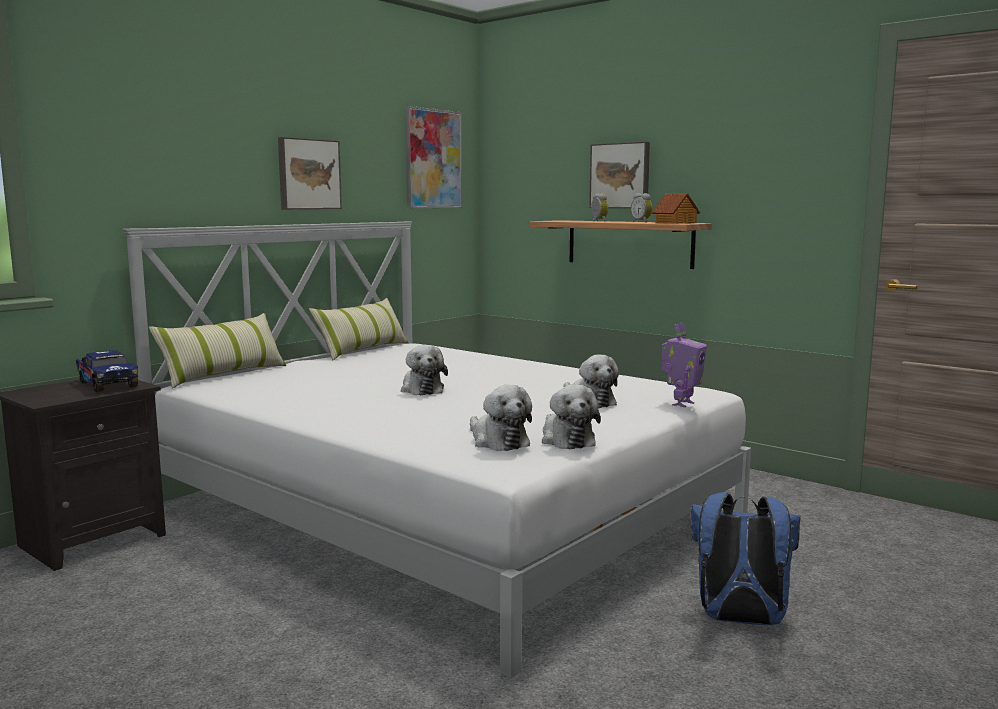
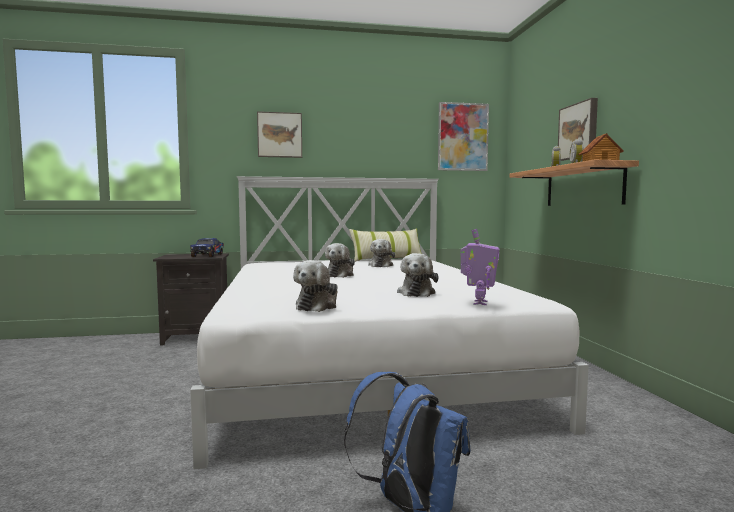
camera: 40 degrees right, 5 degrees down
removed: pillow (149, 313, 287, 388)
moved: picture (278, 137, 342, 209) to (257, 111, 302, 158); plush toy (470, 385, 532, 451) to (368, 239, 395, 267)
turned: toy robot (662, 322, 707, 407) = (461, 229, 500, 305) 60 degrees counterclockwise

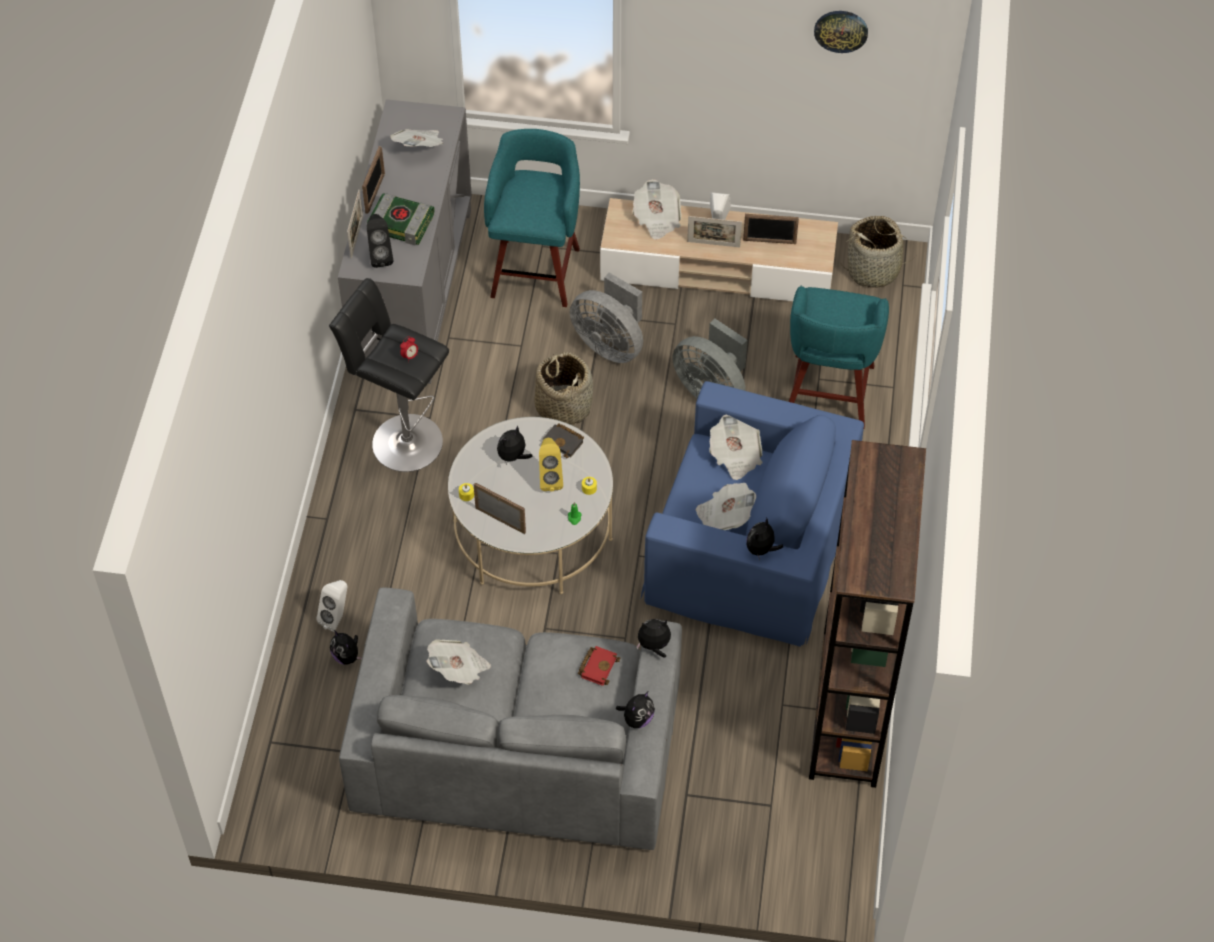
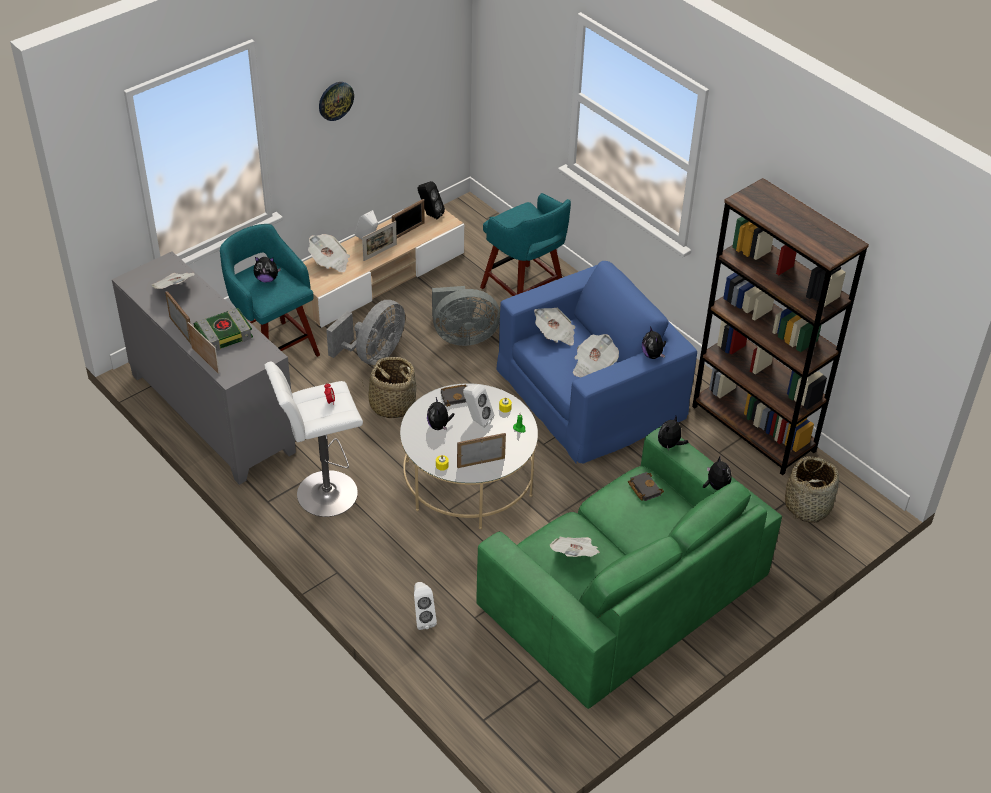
camera: 50 degrees left, 10 degrees down
moved: plush toy (330, 630, 362, 665) to (254, 257, 281, 283); wall clock (814, 11, 868, 53) to (319, 82, 354, 121); black speaker (367, 214, 393, 268) to (418, 181, 445, 220); basket (840, 216, 916, 288) to (785, 456, 839, 523)
recoloured: black stool (329, 278, 449, 472) to white stool (264, 361, 363, 517); yellow speaker (539, 438, 563, 491) to white speaker (463, 384, 494, 428); grey sofa (339, 588, 682, 850) to green sofa (476, 426, 782, 709); red book (578, 646, 621, 686) to black book (628, 472, 664, 501)
turned: grey fan (570, 273, 643, 363) = (326, 300, 405, 365) 45 degrees counterclockwise

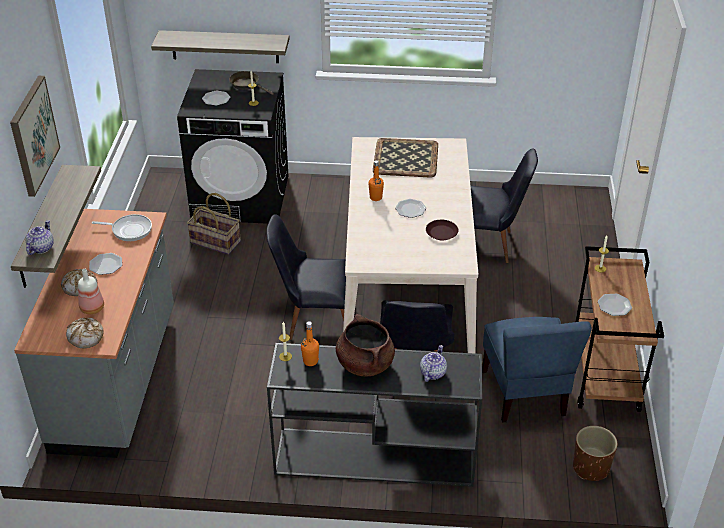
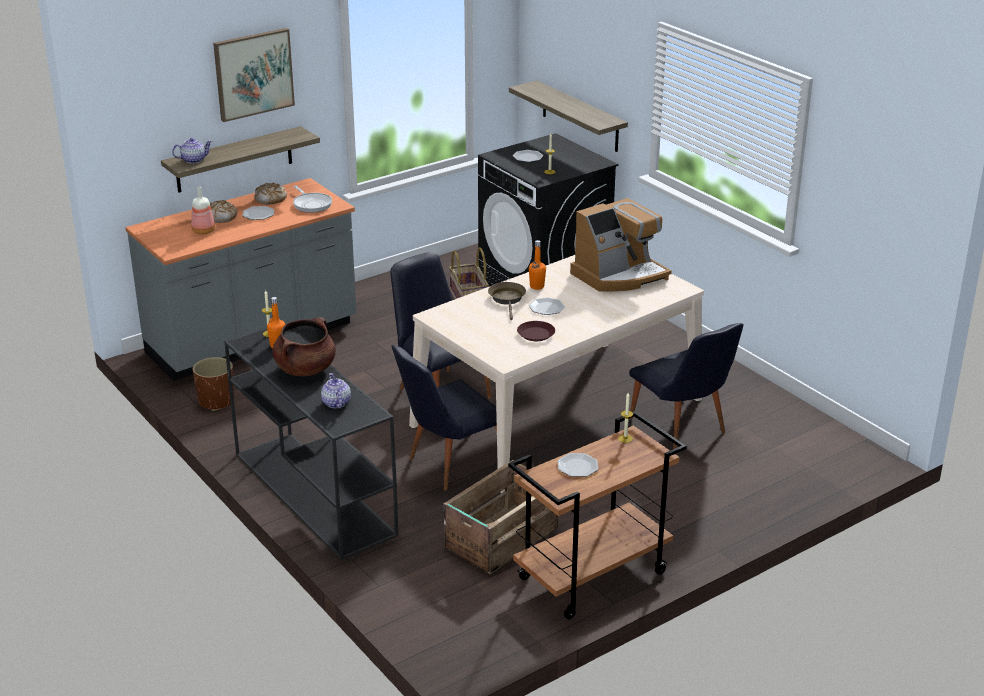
camera: 50 degrees right, 10 degrees down
moved: brown planter (573, 426, 617, 481) to (193, 357, 235, 411); bread (66, 318, 104, 348) to (255, 183, 287, 204); brown frying pan (229, 71, 274, 95) to (488, 282, 526, 320)
replaced: blue chair (482, 317, 592, 422) to crate (444, 460, 558, 574); tray (373, 138, 438, 177) to coffee machine (570, 198, 672, 292)
turned: teapot (420, 345, 447, 382) = (321, 373, 351, 408) 90 degrees counterclockwise

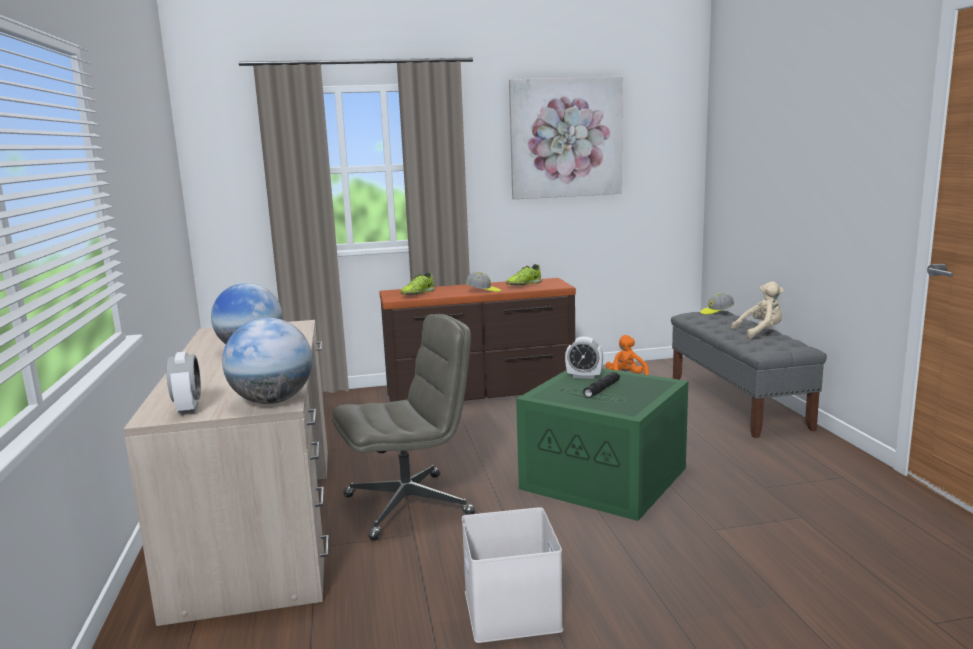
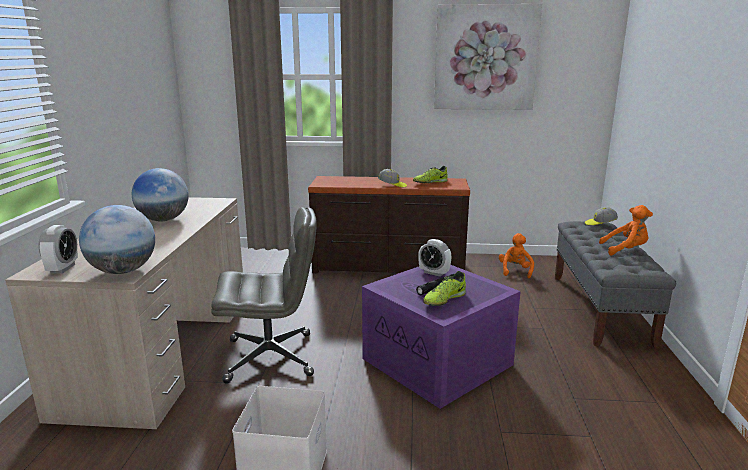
camera: 15 degrees right, 5 degrees up
moved: shoe (401, 272, 434, 295) to (423, 271, 466, 306)
recoloured: green storage box (516, 368, 688, 521) to purple storage box (362, 265, 521, 409); beige plush toy (731, 282, 784, 339) to orange plush toy (599, 205, 653, 255)

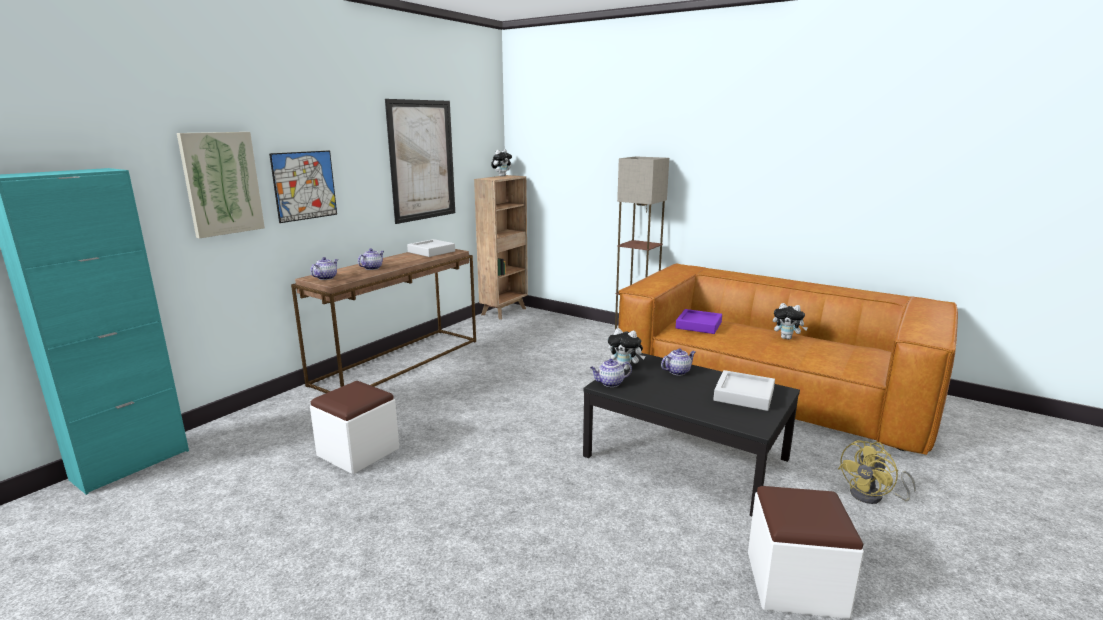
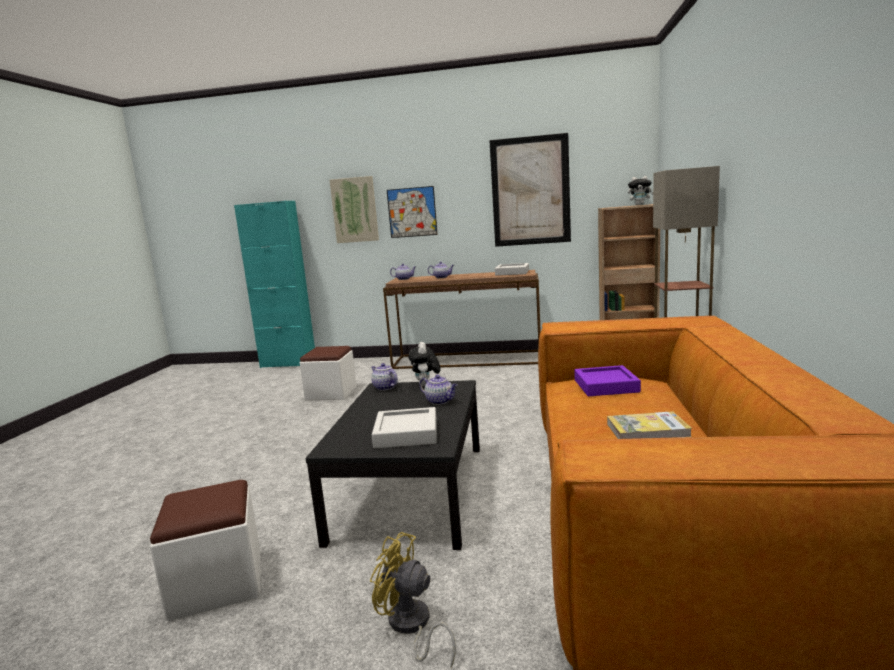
camera: 65 degrees right, 5 degrees down
replaced: plush toy (773, 303, 808, 340) to book (607, 411, 692, 439)

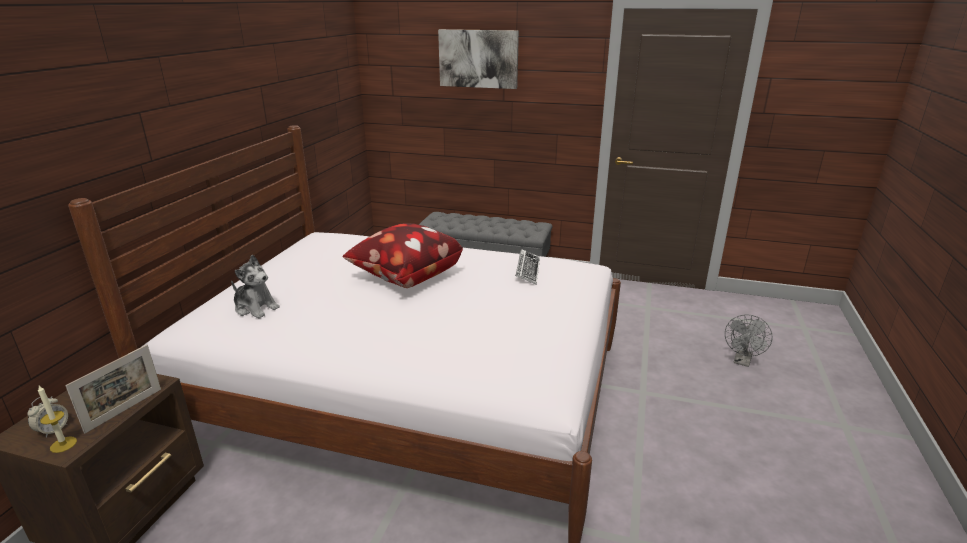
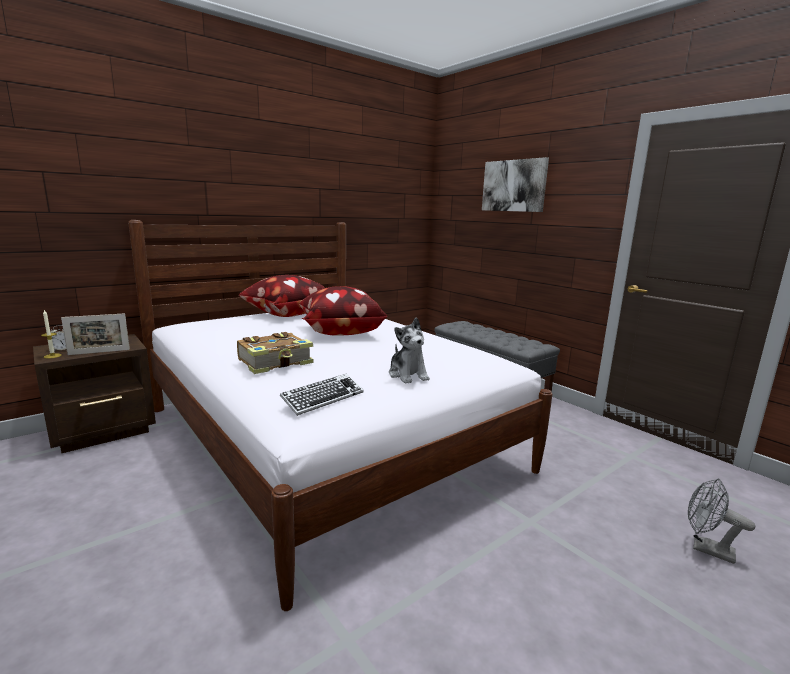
camera: 35 degrees right, 10 degrees down
added: book (237, 332, 313, 374); pillow (239, 275, 325, 317)
moved: keyboard (515, 249, 540, 285) to (280, 373, 364, 416); plush toy (231, 255, 280, 318) to (389, 317, 430, 384)
turned: grey fan (725, 315, 773, 367) = (688, 479, 755, 564) 60 degrees clockwise

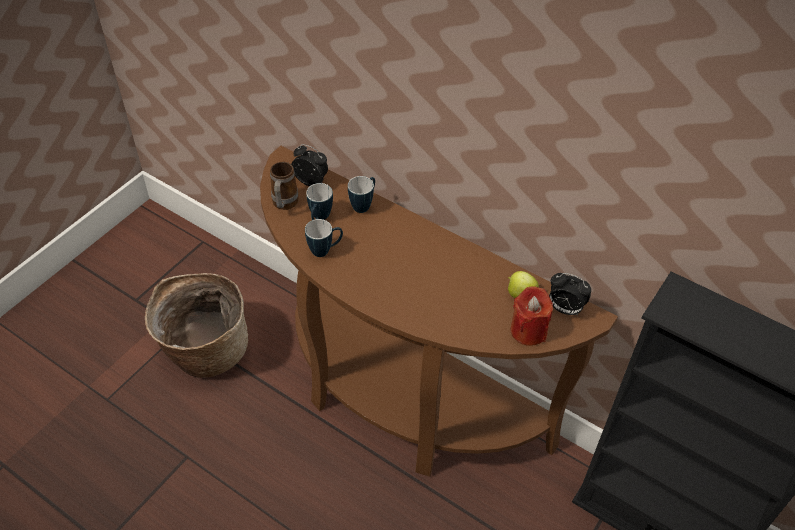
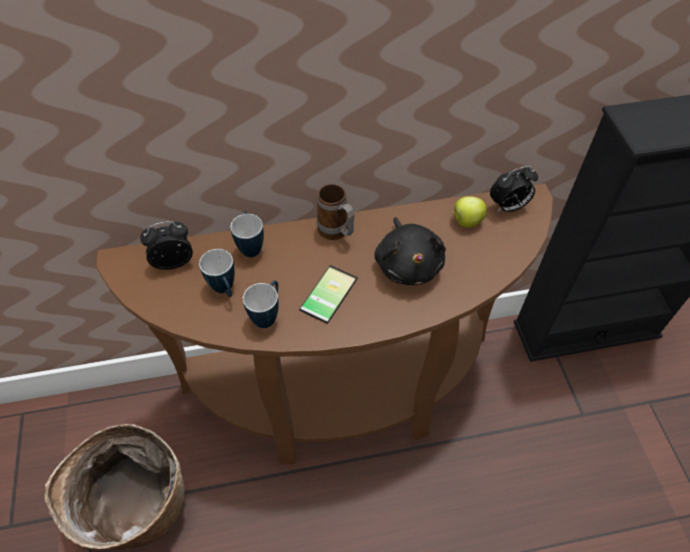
camera: 45 degrees left, 5 degrees up
removed: red candle (511, 286, 553, 346)
added: phone (299, 265, 358, 324); black plush toy (374, 217, 446, 285)
moved: mug (270, 162, 299, 210) to (317, 184, 355, 240)

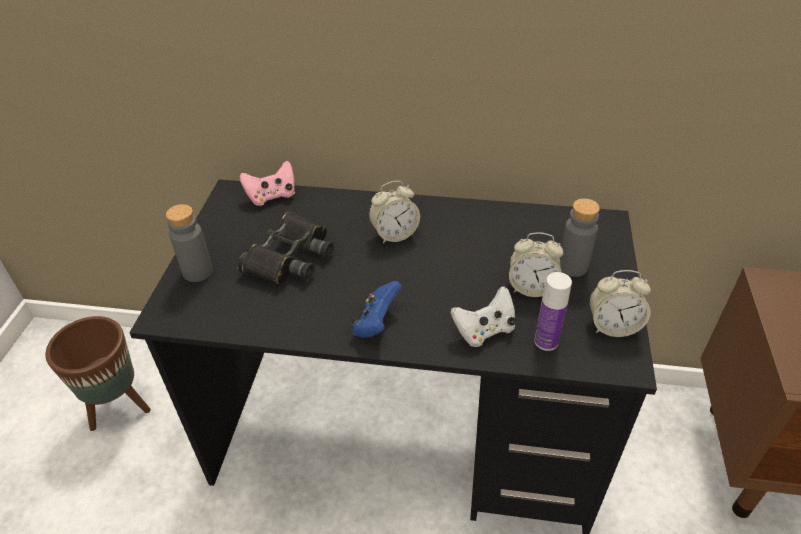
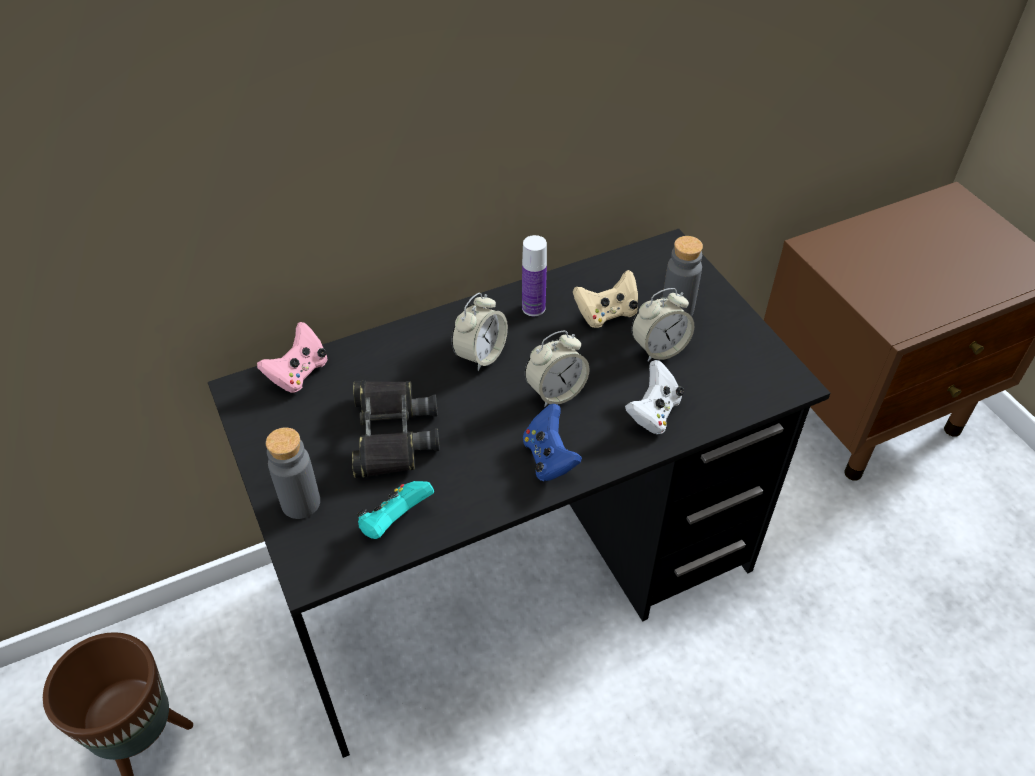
camera: 35 degrees left, 5 degrees up
added: turquoise game controller (357, 481, 434, 539); beige game controller (573, 270, 638, 328)
moved: bottle (534, 272, 572, 351) to (522, 235, 547, 316); alarm clock (589, 270, 651, 337) to (525, 330, 590, 407)

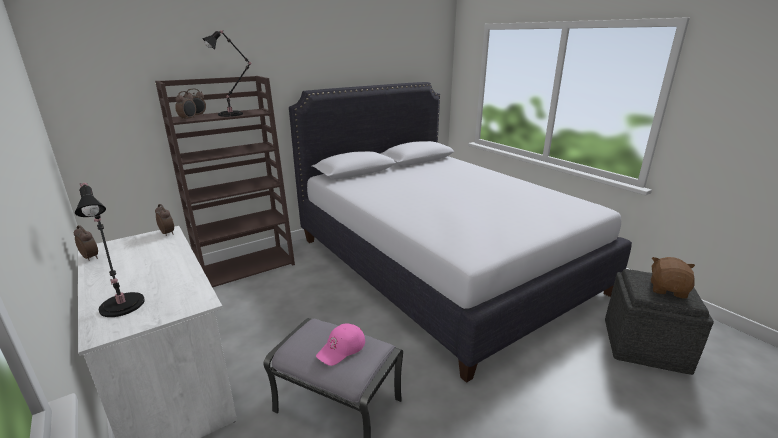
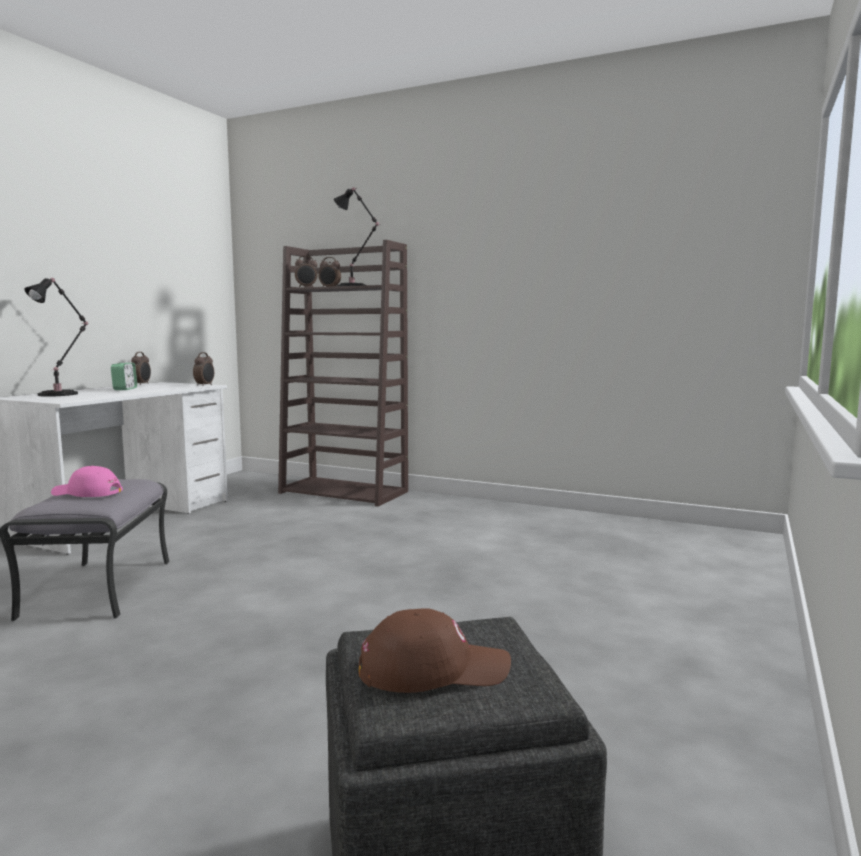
camera: 60 degrees right, 15 degrees down
removed: white bed (289, 82, 632, 383)
added: alarm clock (111, 363, 137, 390)
replaced: brown plush toy (651, 257, 695, 298) to brown cap (359, 608, 511, 693)

